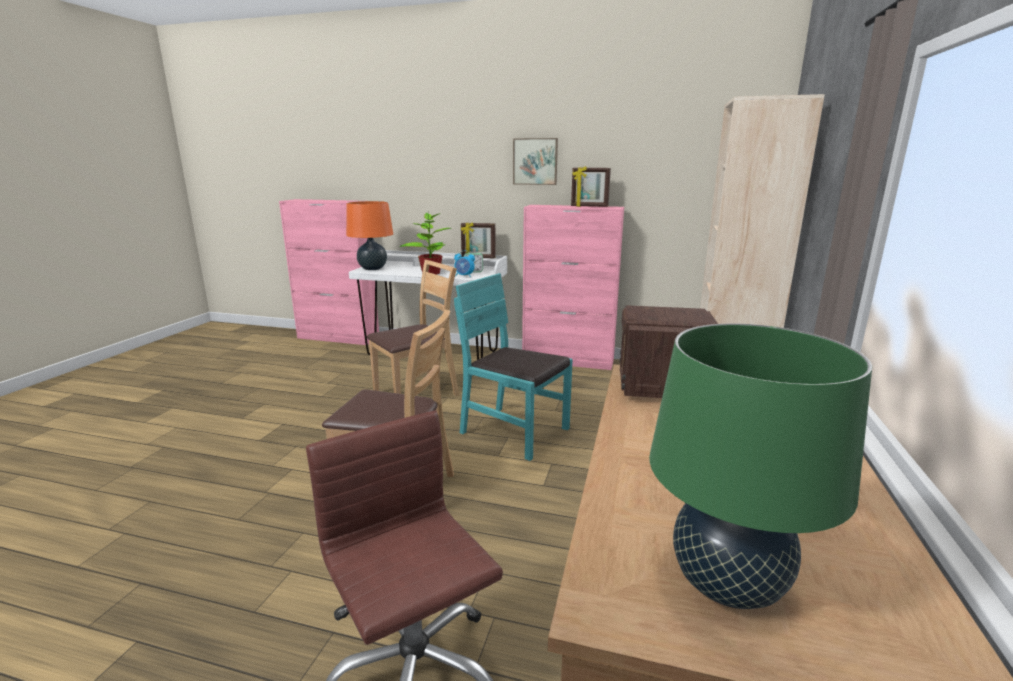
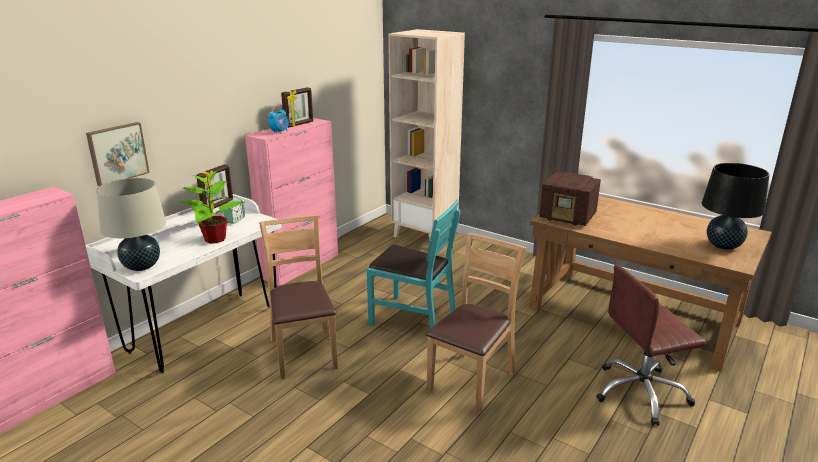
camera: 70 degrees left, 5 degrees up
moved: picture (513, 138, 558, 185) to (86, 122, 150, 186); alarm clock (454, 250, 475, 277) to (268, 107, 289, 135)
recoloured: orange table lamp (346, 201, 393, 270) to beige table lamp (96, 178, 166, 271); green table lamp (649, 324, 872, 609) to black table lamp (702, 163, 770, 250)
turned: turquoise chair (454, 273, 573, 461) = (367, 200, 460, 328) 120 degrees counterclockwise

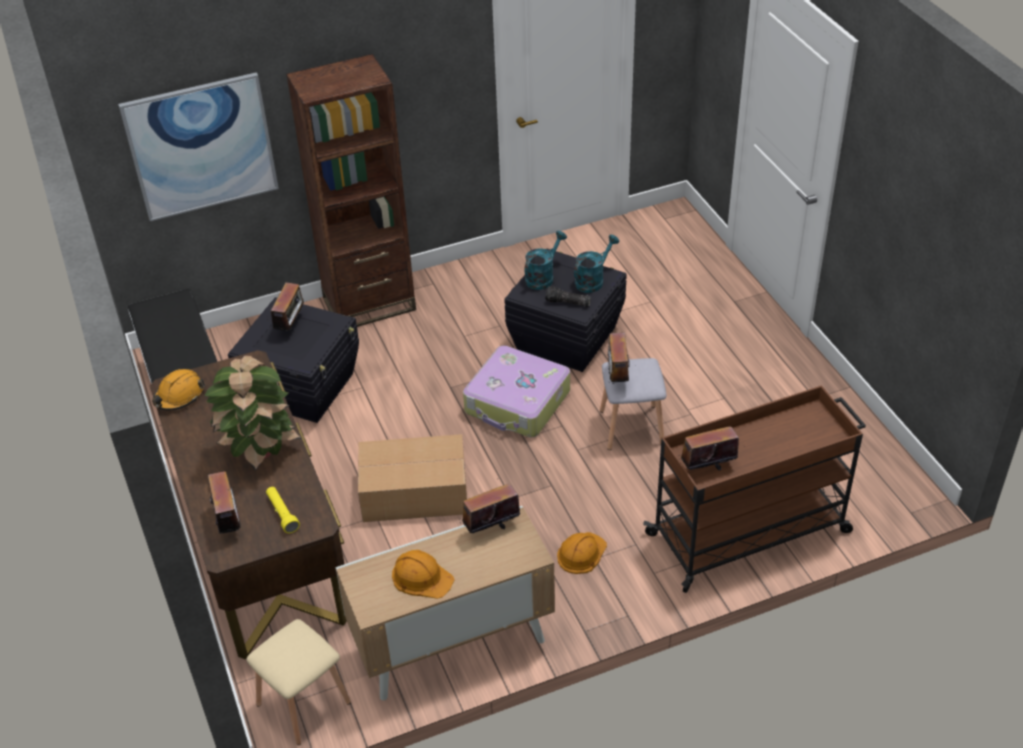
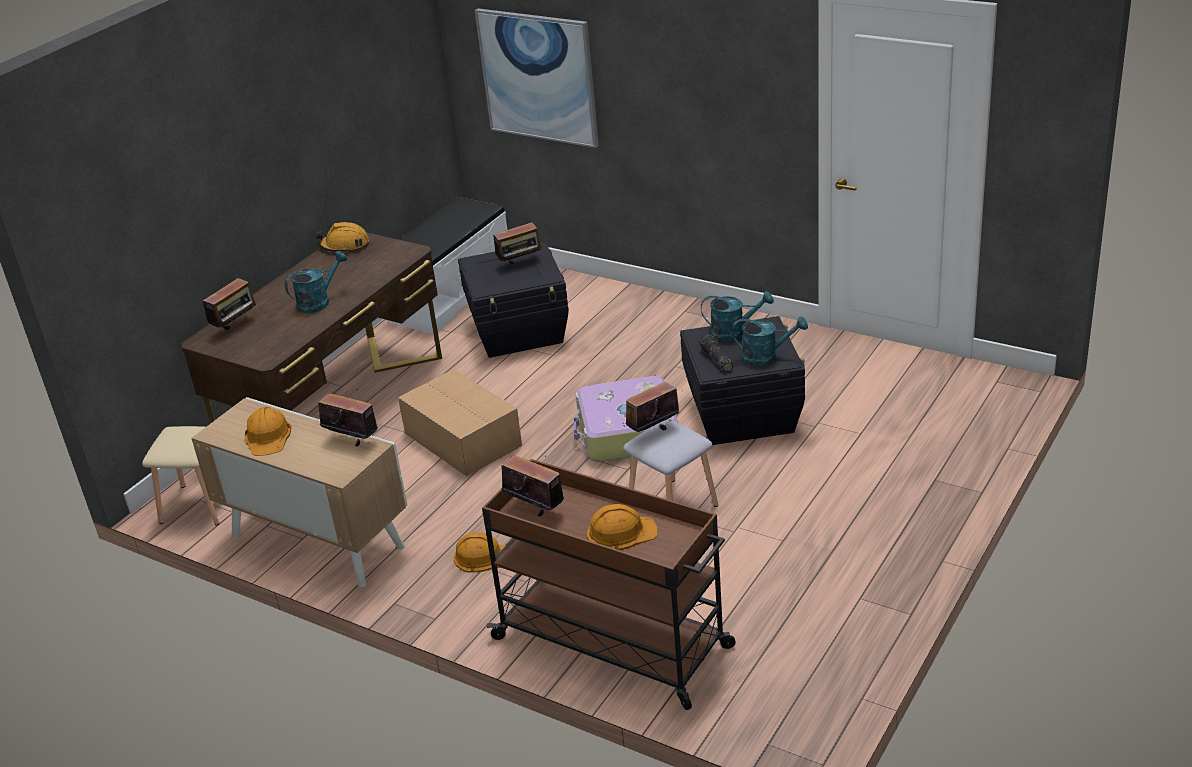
camera: 55 degrees right, 10 degrees down
removed: yellow flashlight (266, 487, 300, 533); brown bookcase (286, 54, 416, 327)
added: orange hard hat (587, 504, 658, 550)
replaced: potted plant (204, 355, 302, 471) to turquoise watering can (285, 251, 347, 313)

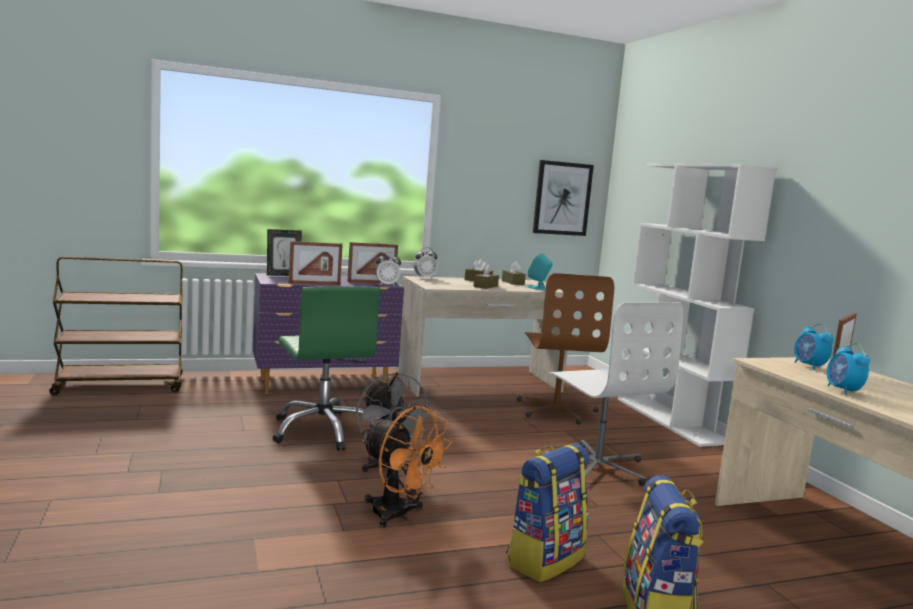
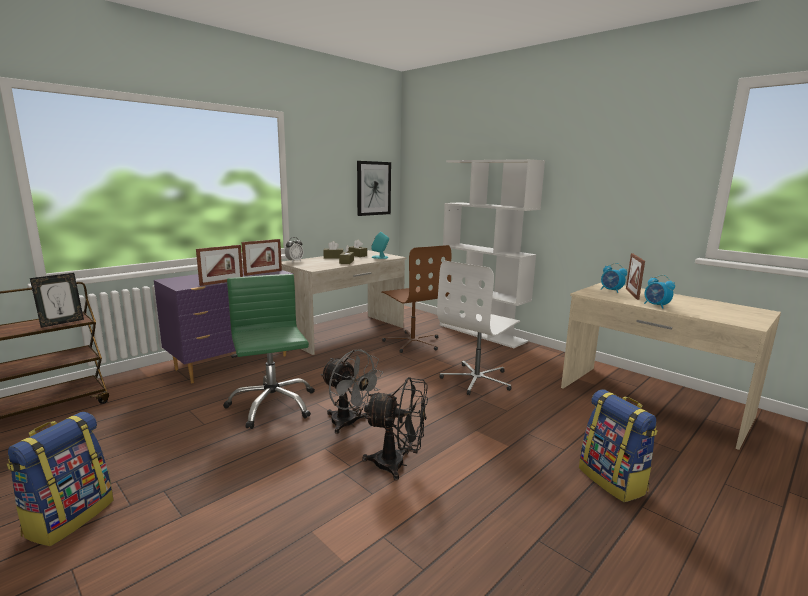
camera: 25 degrees left, 5 degrees up
removed: alarm clock (376, 252, 401, 286)
moved: backpack (506, 443, 590, 582) to (7, 412, 114, 546); picture frame (267, 229, 302, 276) to (30, 273, 84, 328)
recoloured: orange fan (362, 406, 452, 528) to black fan (362, 377, 428, 480)
turned: green office chair (273, 286, 381, 451) = (223, 274, 315, 429) 150 degrees counterclockwise; white office chair (545, 303, 683, 486) = (437, 260, 520, 395) 90 degrees clockwise

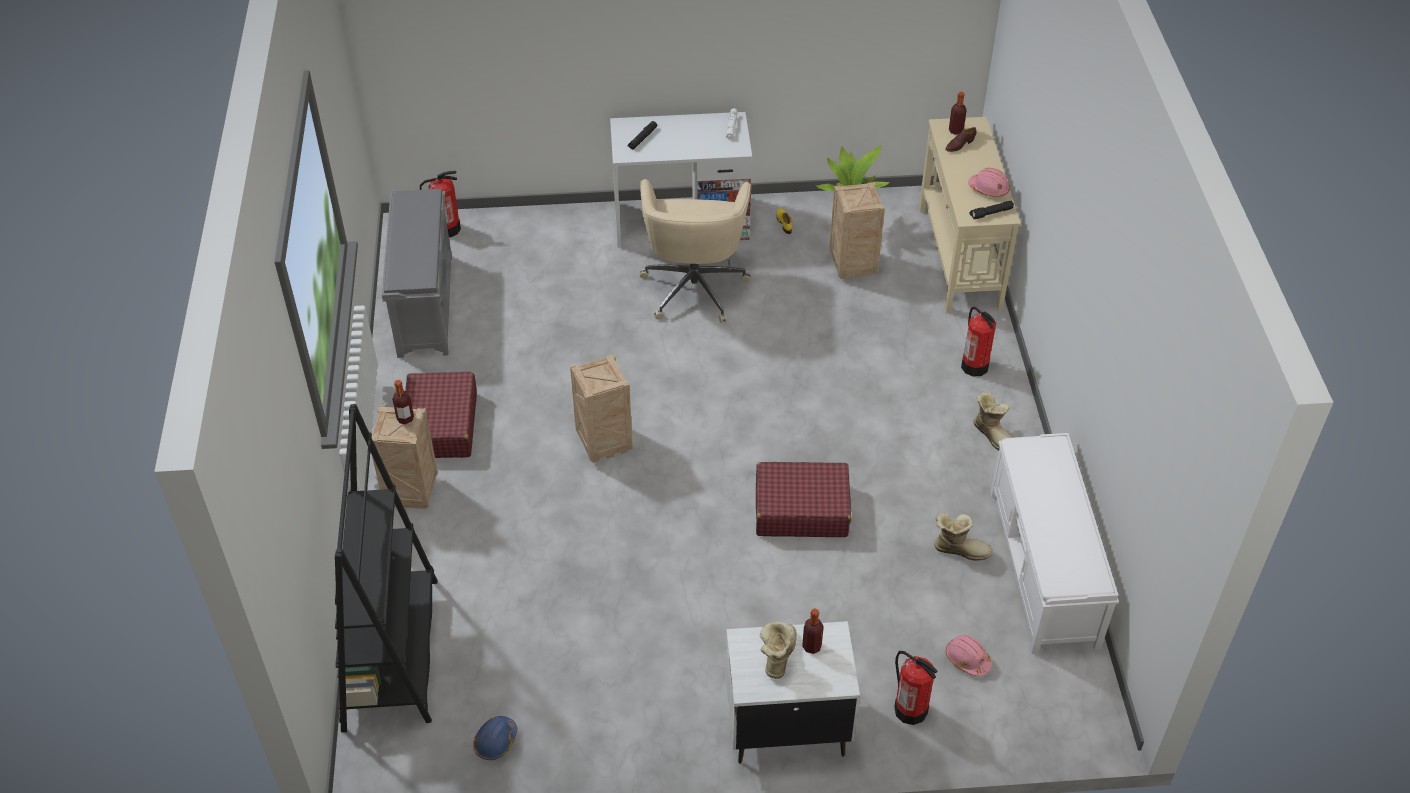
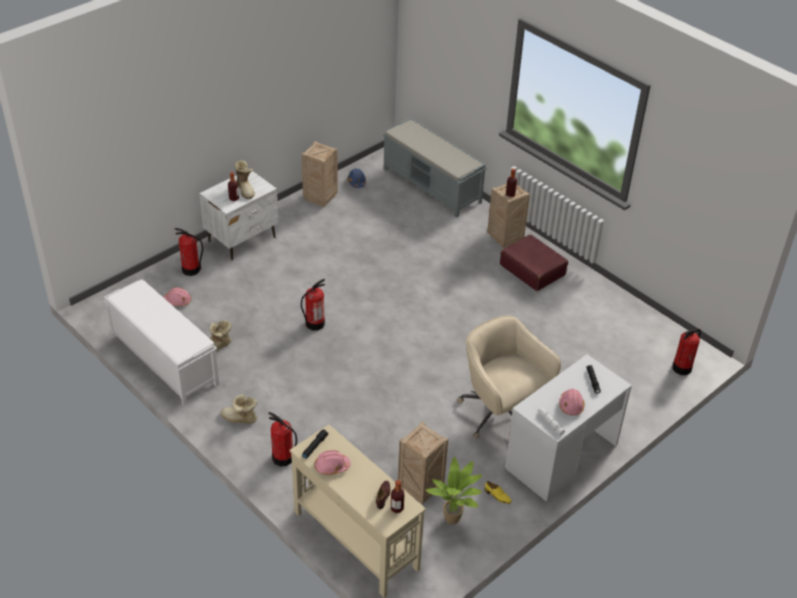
camera: 140 degrees right, 5 degrees down
removed: grey shoe rack (382, 189, 452, 358)
added: pink hard hat (559, 389, 585, 415)
moved: crate (570, 354, 633, 463) to (302, 141, 338, 207)
replaced: red suitcase (756, 462, 851, 537) to fire extinguisher (301, 279, 325, 331); black bookcase (335, 404, 438, 733) to grey bench (383, 118, 487, 218)

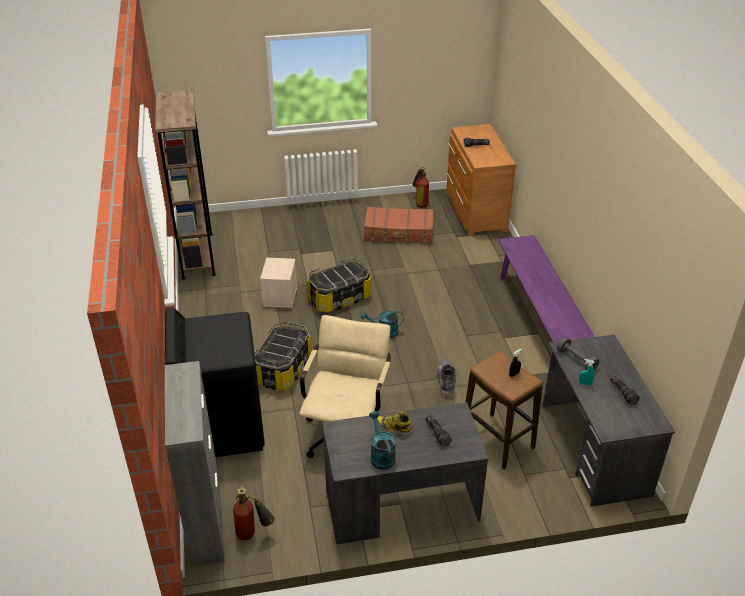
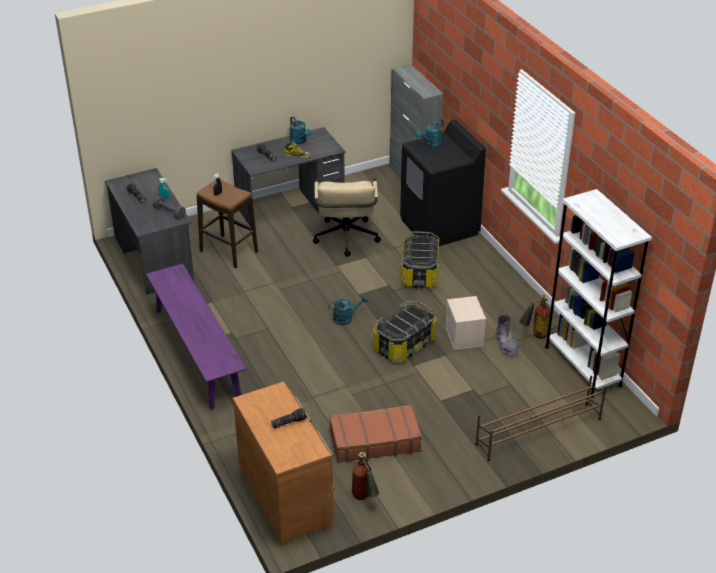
camera: 165 degrees right, 0 degrees up
added: turquoise watering can (416, 119, 444, 148); brown shoe rack (475, 376, 606, 461)
moved: grey boot (437, 360, 456, 396) to (496, 315, 519, 357); fire extinguisher (233, 487, 275, 541) to (519, 294, 550, 339)
recoloured: brown bookcase (155, 89, 216, 280) to white bookcase (545, 189, 652, 398)

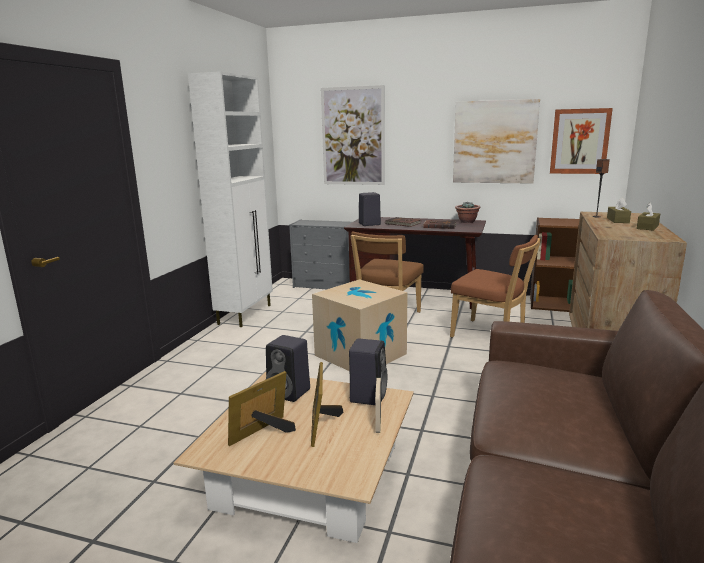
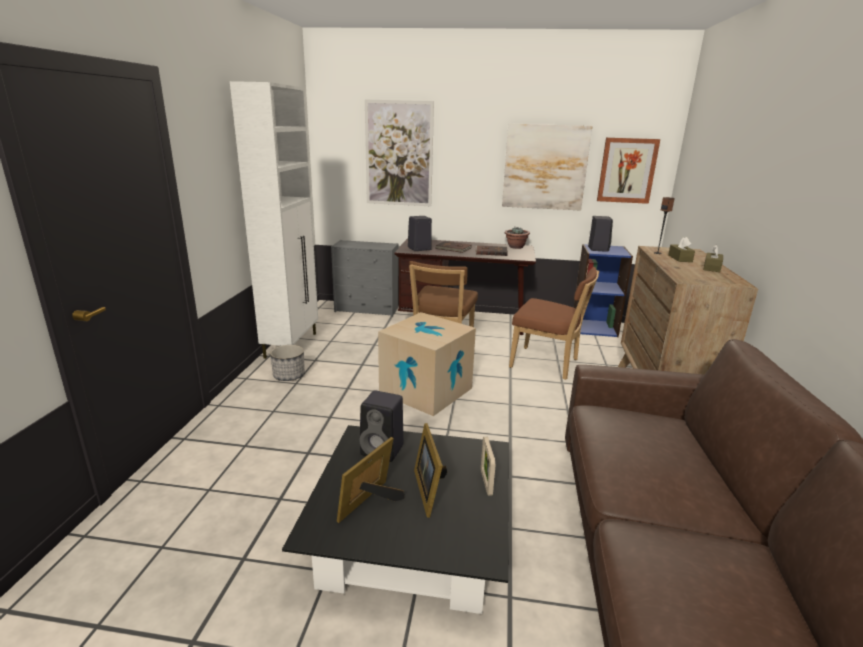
camera: 10 degrees left, 5 degrees up
added: planter (270, 345, 305, 381)
moved: black speaker (349, 339, 387, 405) to (588, 216, 613, 252)
recoloured: beige coffee table (174, 372, 414, 543) to black coffee table (282, 425, 509, 614); brown bookcase (530, 218, 579, 312) to blue bookcase (574, 244, 633, 337)

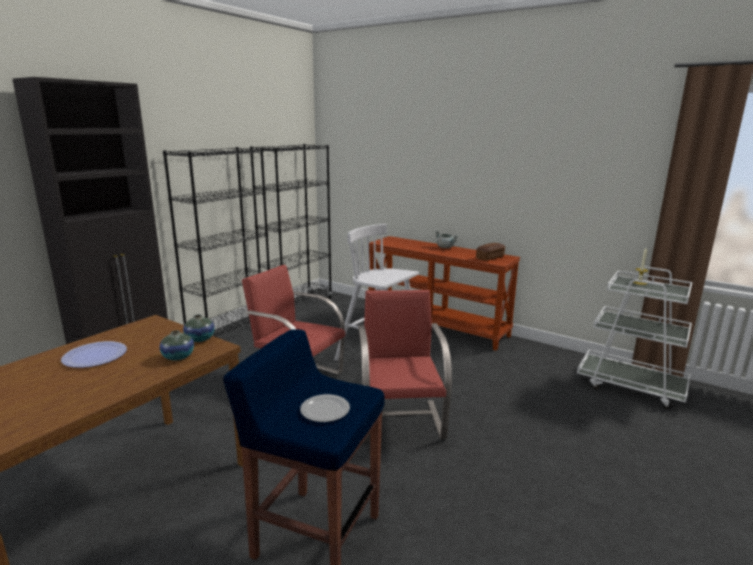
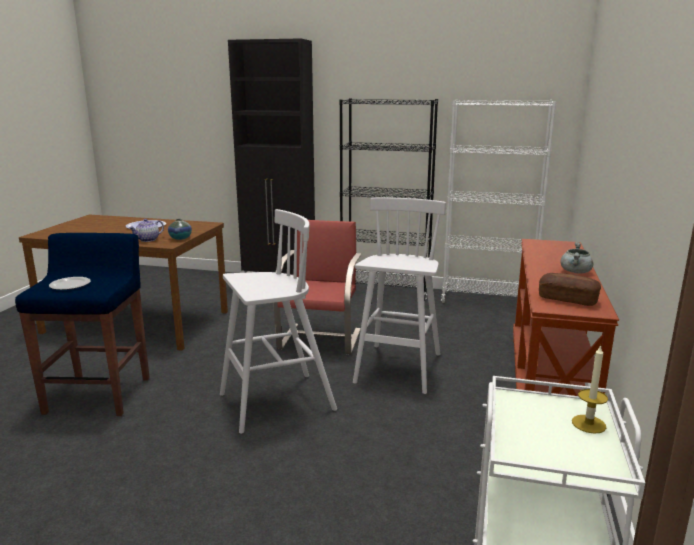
camera: 70 degrees right, 0 degrees up
replaced: vase (160, 330, 194, 361) to teapot (129, 219, 164, 242); red chair (358, 290, 452, 443) to white stool (220, 209, 337, 434)
recoloured: black bookcase (250, 144, 332, 304) to white bookcase (441, 99, 556, 303)

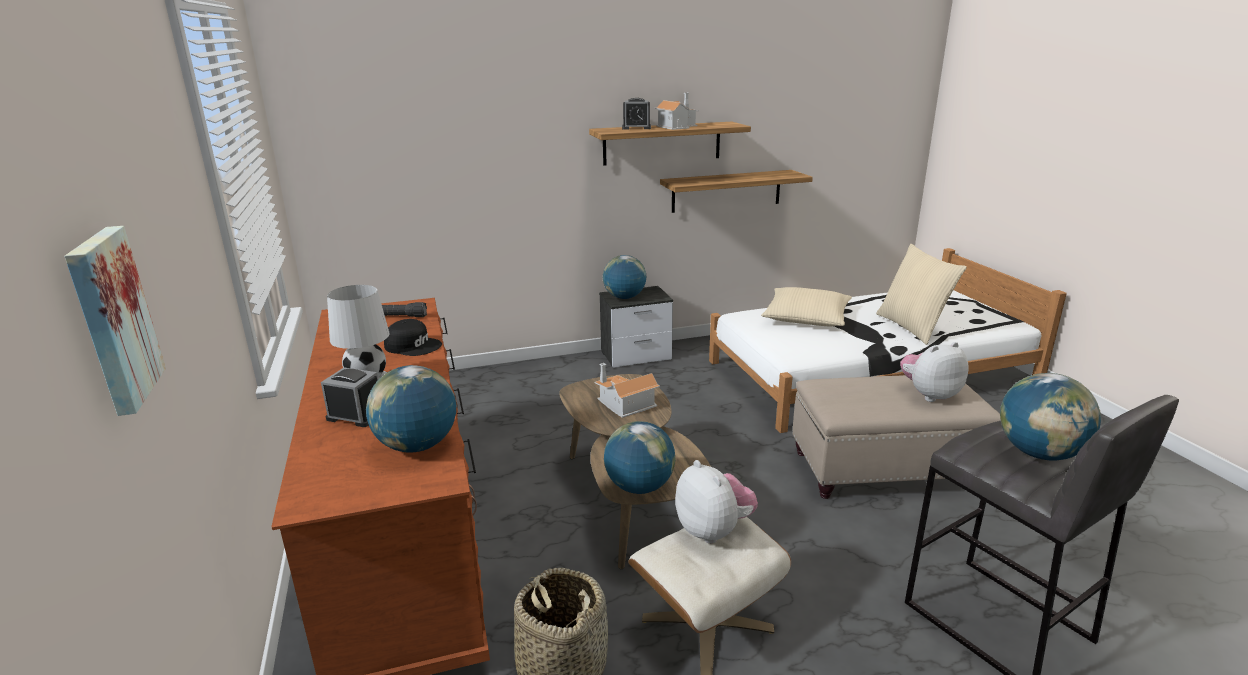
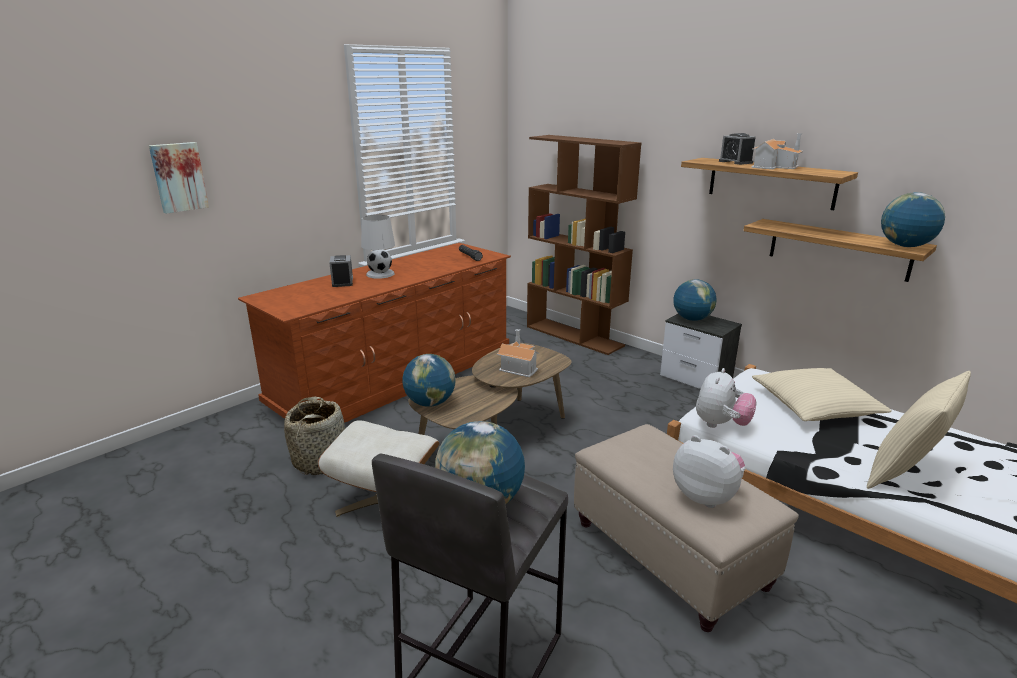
camera: 60 degrees right, 0 degrees up
removed: black cap (384, 319, 442, 356)
added: brown bookcase (527, 135, 641, 355)
moved: plush toy (675, 460, 758, 543) to (696, 368, 756, 428); globe (366, 365, 456, 453) to (881, 192, 945, 247)

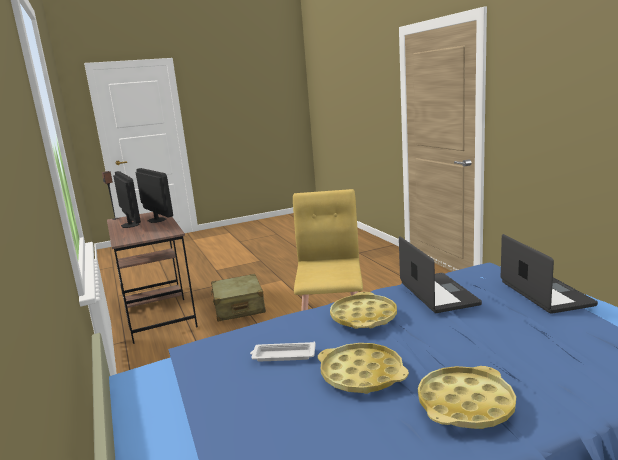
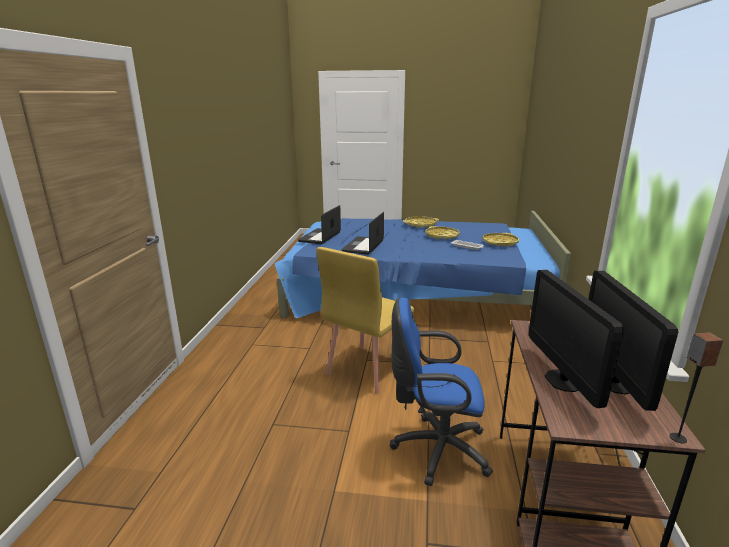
camera: 150 degrees left, 5 degrees up
moved: yellow tray (330, 292, 397, 329) to (483, 233, 519, 247)
replaced: beige suitcase (211, 274, 266, 321) to blue office chair (390, 298, 493, 486)

